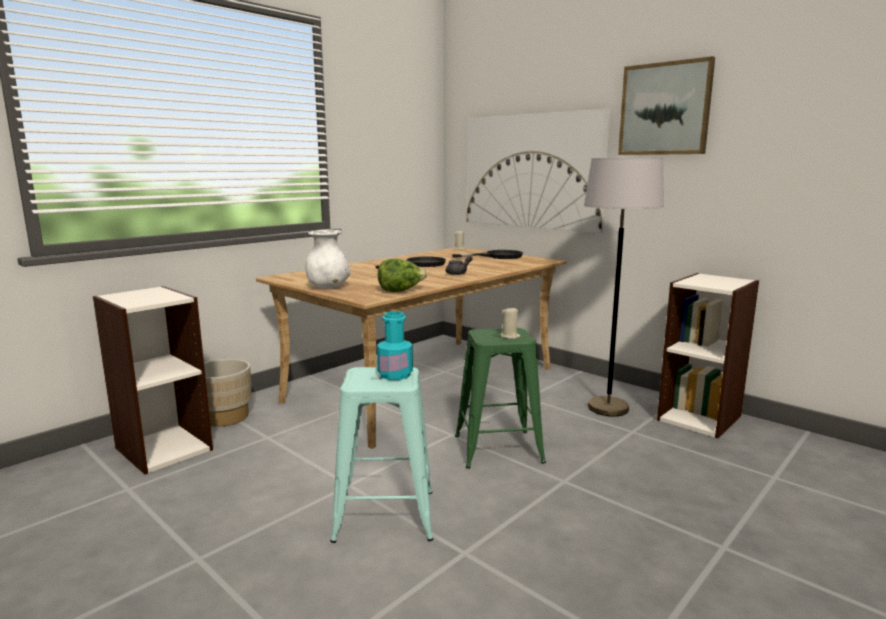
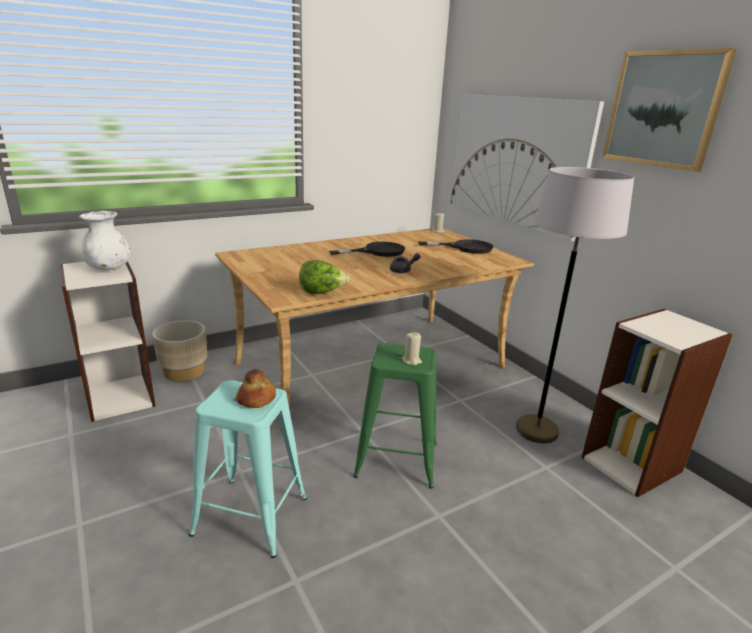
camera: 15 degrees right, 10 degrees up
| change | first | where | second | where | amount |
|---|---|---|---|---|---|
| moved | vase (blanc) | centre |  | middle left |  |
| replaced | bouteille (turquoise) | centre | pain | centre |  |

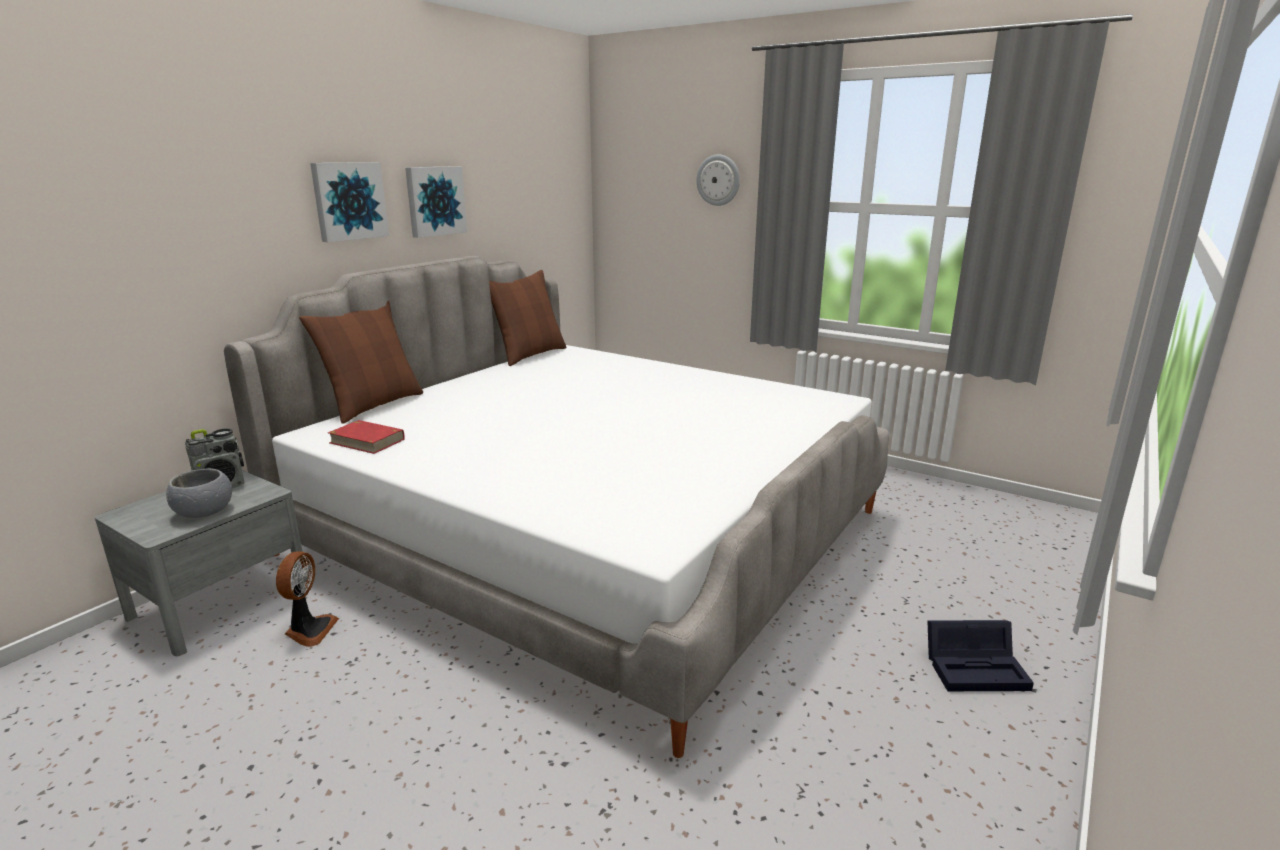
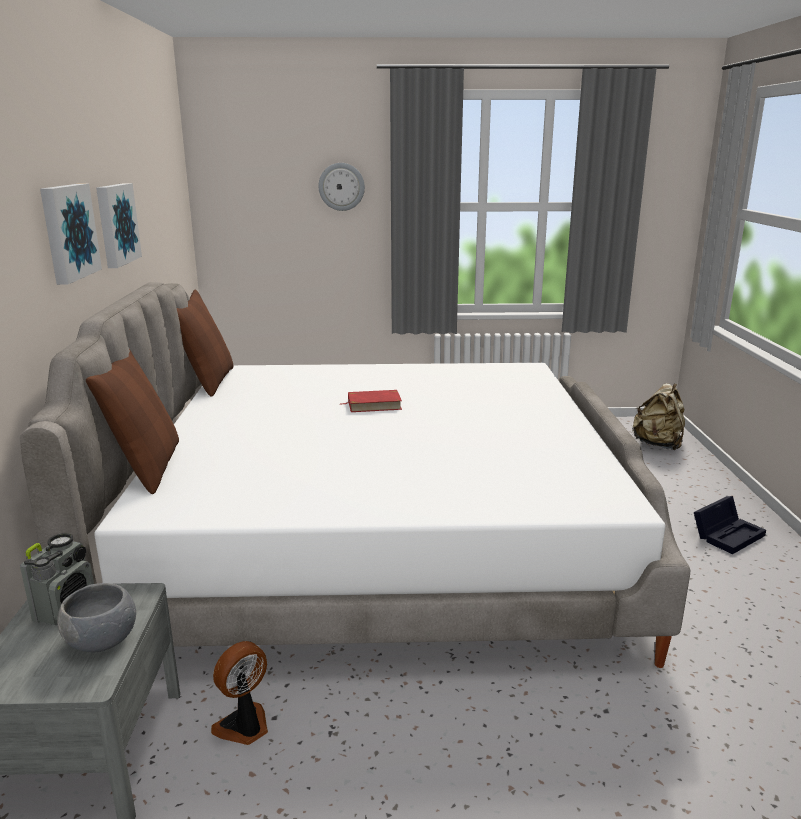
camera: 35 degrees left, 0 degrees up
| change | first | where | second | where | amount |
|---|---|---|---|---|---|
| turned | ventilateur | bottom left |  | bottom left | 105 degrees counterclockwise |
| moved | livre (rouge) | middle left |  | centre |  |
| added |  |  | sac à dos (beige) | middle right |  |

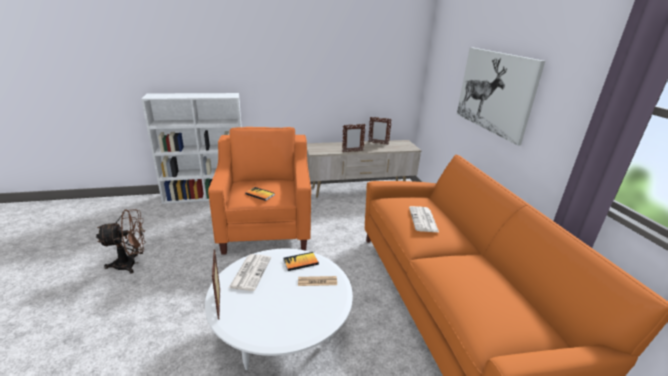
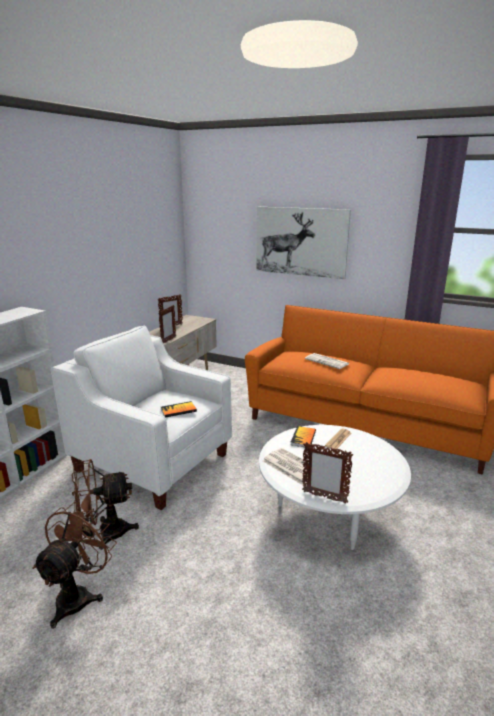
camera: 50 degrees left, 5 degrees down
| change | first | where | second | where | amount |
|---|---|---|---|---|---|
| recoloured | fauteuil (orange) | centre | fauteuil (blanc) | middle left |  |
| added |  |  | ventilateur (marron) (2nd from left) | bottom left |  |

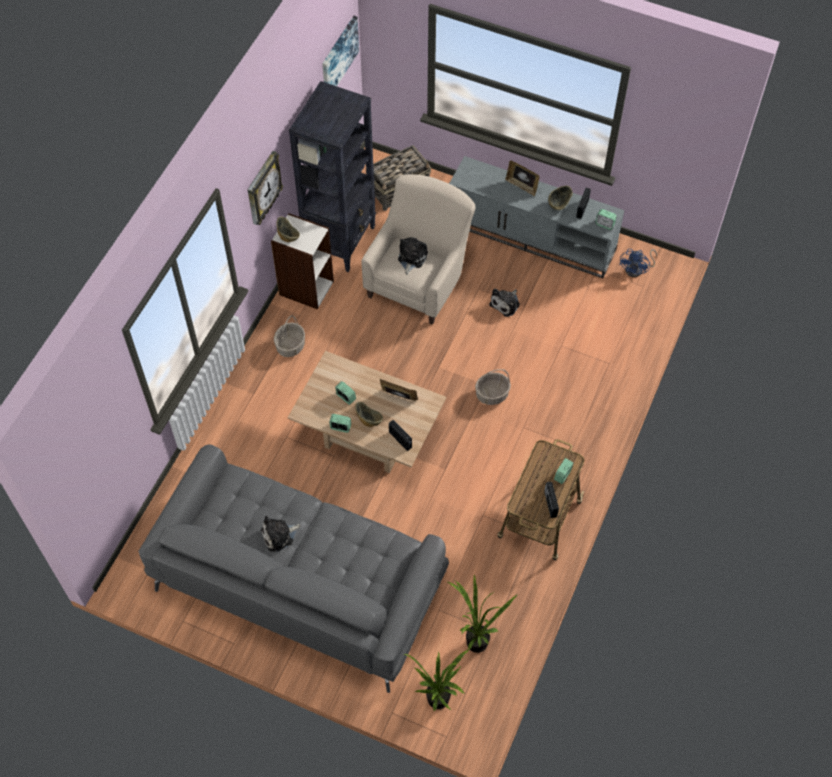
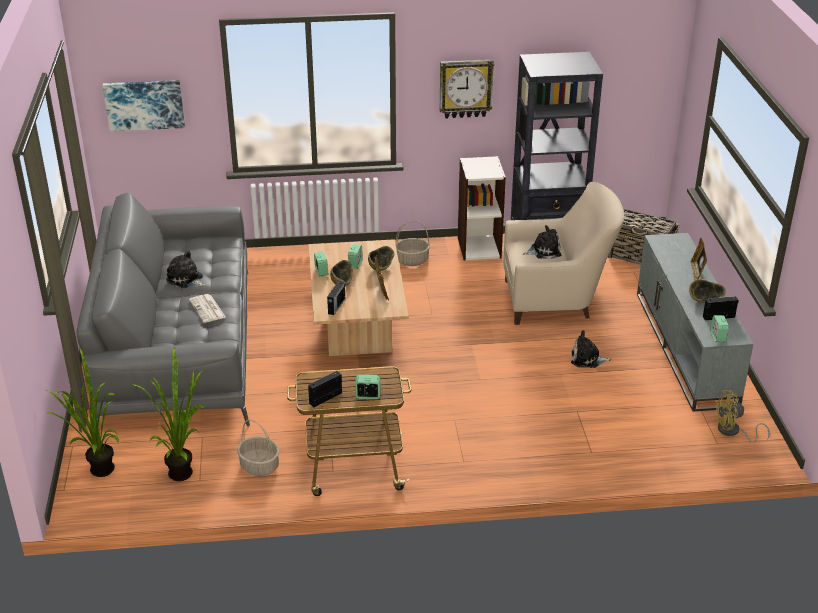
camera: 60 degrees right, 25 degrees down
| change | first | where | second | where | amount |
|---|---|---|---|---|---|
| moved | bol (1st from left in the first image) | top centre | bol (2nd from left) | centre |  |
| moved | tableau | top centre |  | top left |  |
| moved | panier (3rd from left in the first image) | centre | panier (1st from left) | bottom left |  |
| recoloured | ventilateur (bleu) | middle right | ventilateur (jaune) | bottom right |  |
| added |  |  | journal | middle left |  |

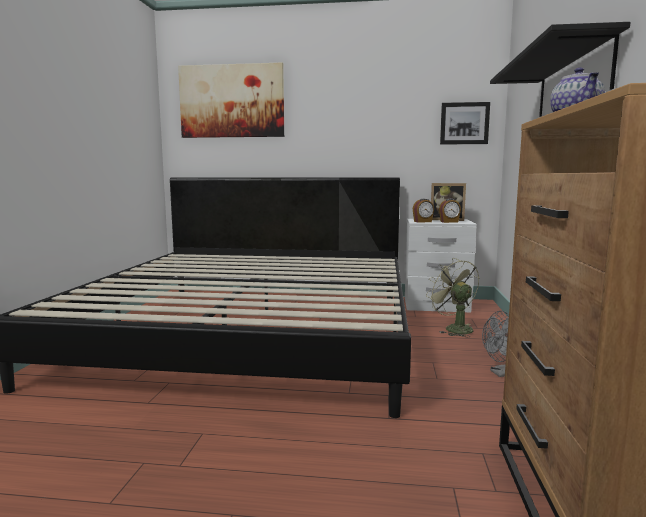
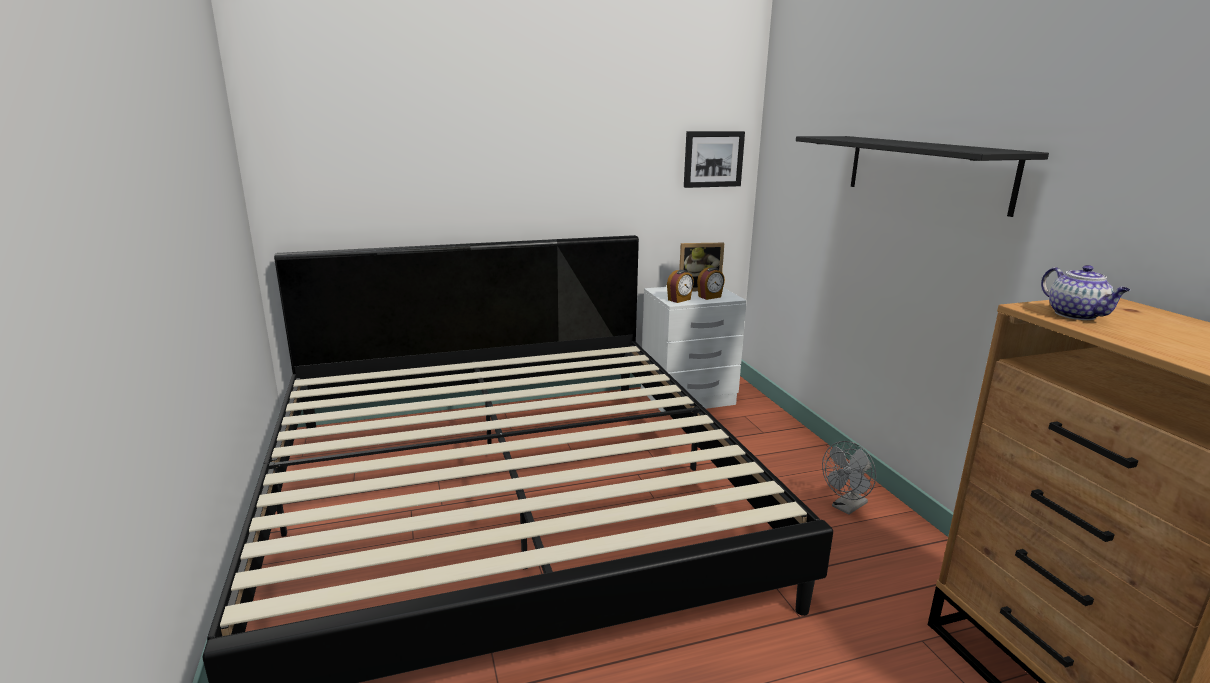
camera: 25 degrees left, 10 degrees up
| change | first | where | second | where | amount |
|---|---|---|---|---|---|
| removed | tableau (1st from left) | top centre |  |  |  |
| removed | ventilateur (vert) | middle right |  |  |  |

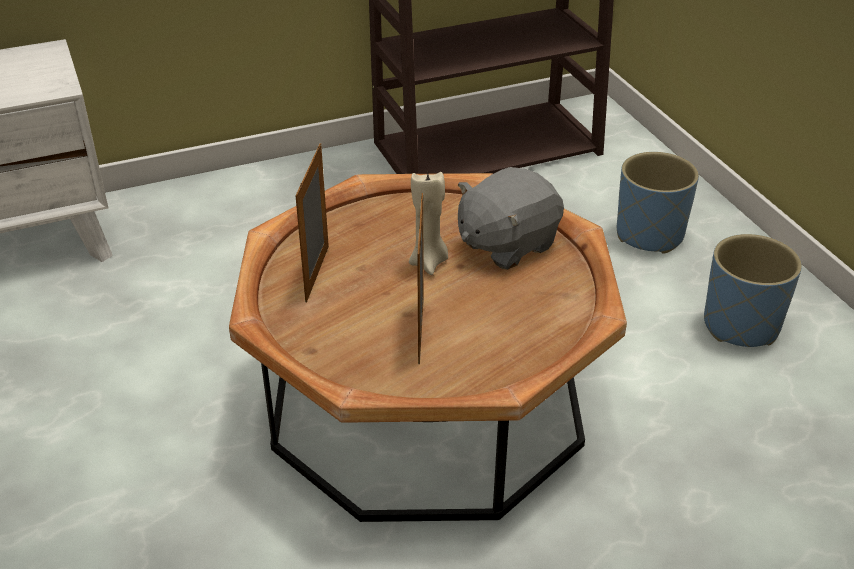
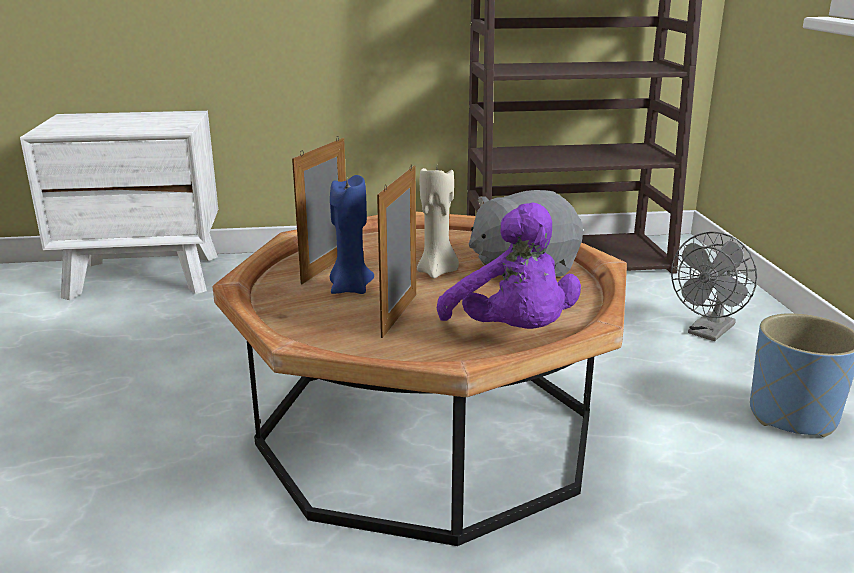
camera: 15 degrees right, 15 degrees down
| change | first | where | second | where | amount |
|---|---|---|---|---|---|
| replaced | cache-pot (bleu) (1st from left) | middle right | ventilateur (gris) | middle right |  |
| added |  |  | bougie (bleu) | centre |  |
| added |  |  | peluche (violet) | centre |  |

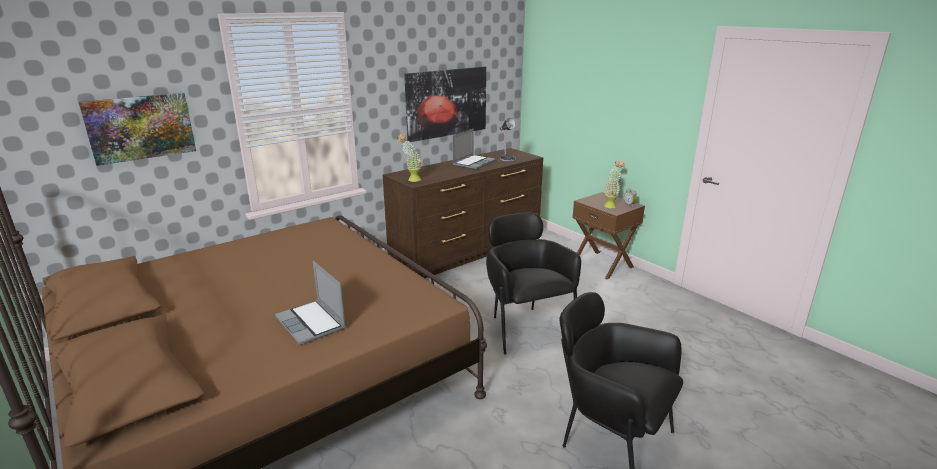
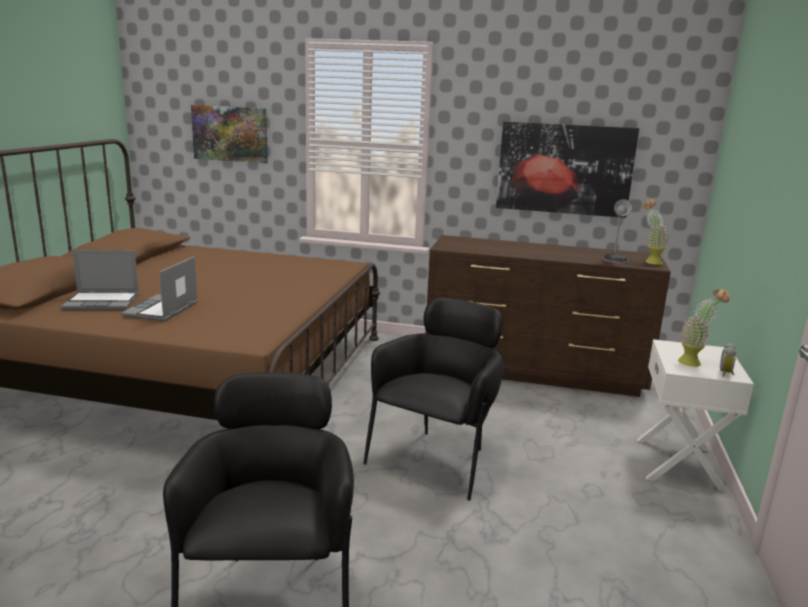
camera: 50 degrees right, 5 degrees down
| change | first | where | second | where | amount |
|---|---|---|---|---|---|
| moved | plante en pot (1st from left) | centre |  | middle right |  |
| moved | ordinateur portable (2nd from left in the first image) | top centre | ordinateur portable (1st from left) | middle left |  |
| recoloured | table de chevet (marron) | centre | table de chevet (blanc) | bottom right |  |

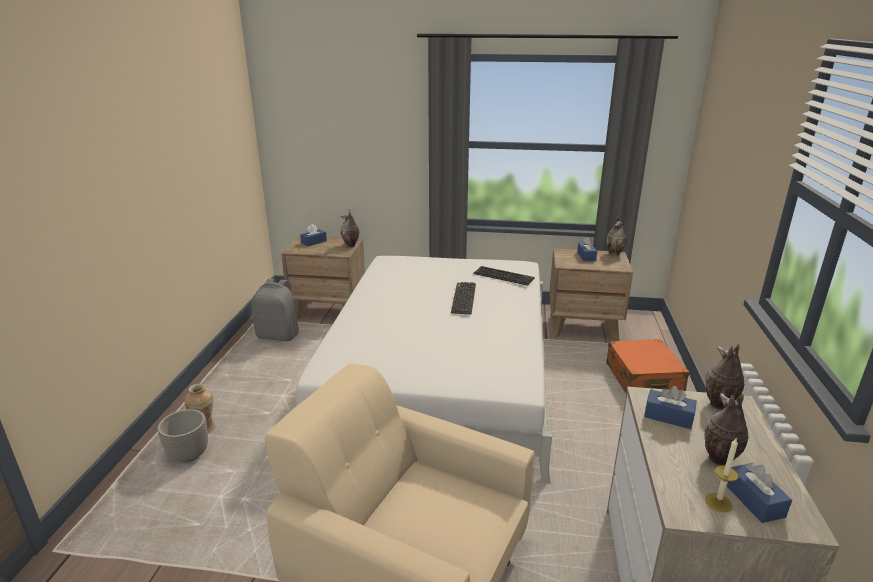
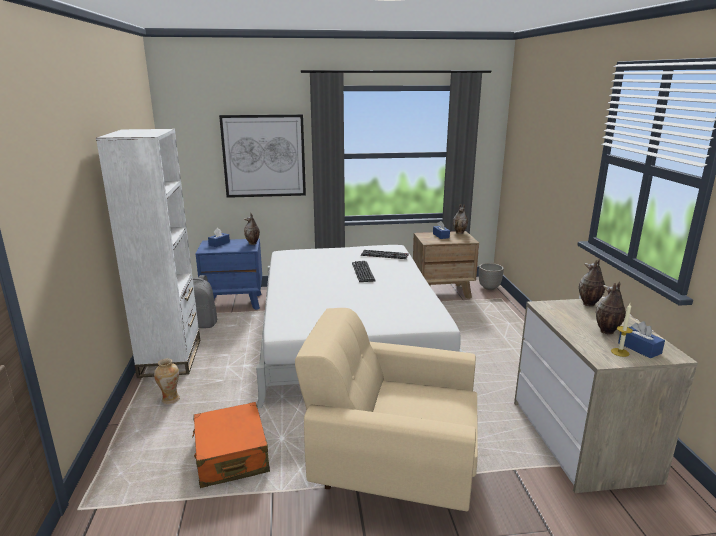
camera: 15 degrees left, 5 degrees down
| change | first | where | second | where | amount |
|---|---|---|---|---|---|
| moved | cache-pot | bottom left |  | middle right |  |
| recoloured | table de chevet (marron) (1st from left) | centre | table de chevet (bleu) | middle left |  |
| moved | valise (orange) | middle right |  | bottom left |  |
| removed | boîte à mouchoirs (bleu) (3rd from left) | bottom right |  |  |  |
| added |  |  | bibliothèque (blanc) | middle left |  |
| added |  |  | tableau | top centre |  |

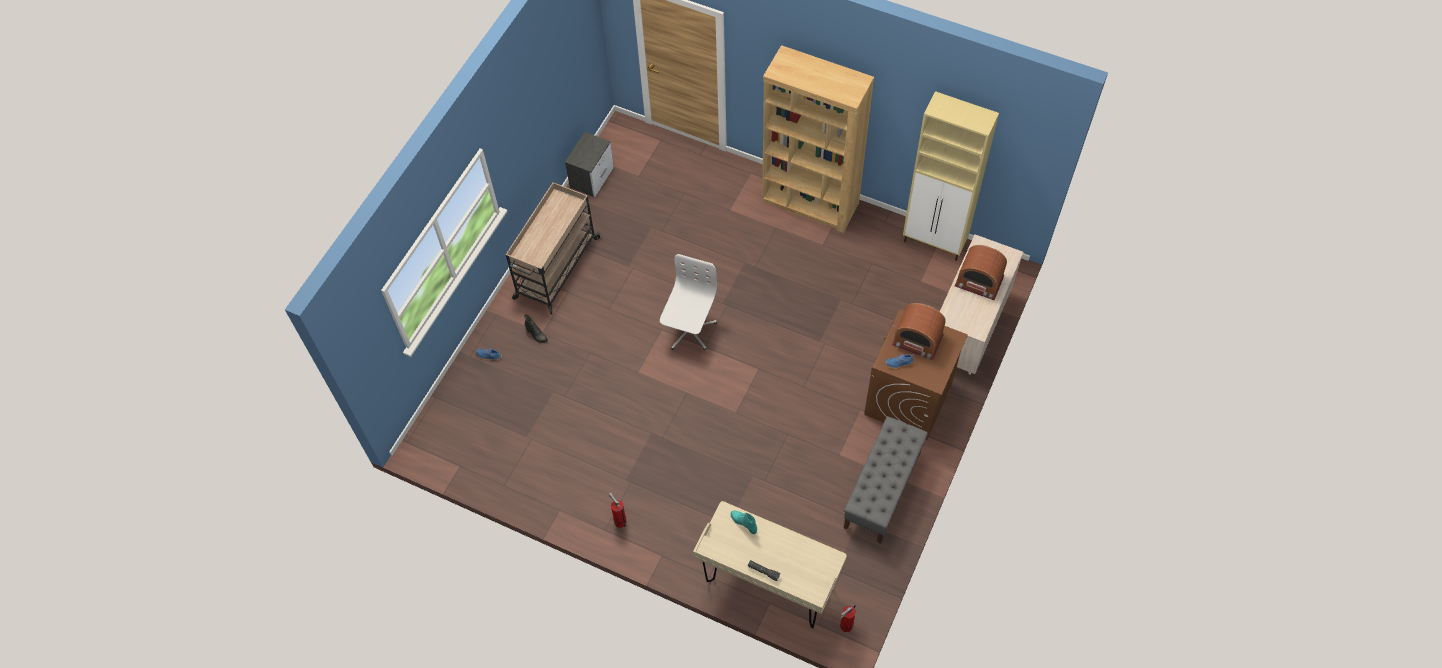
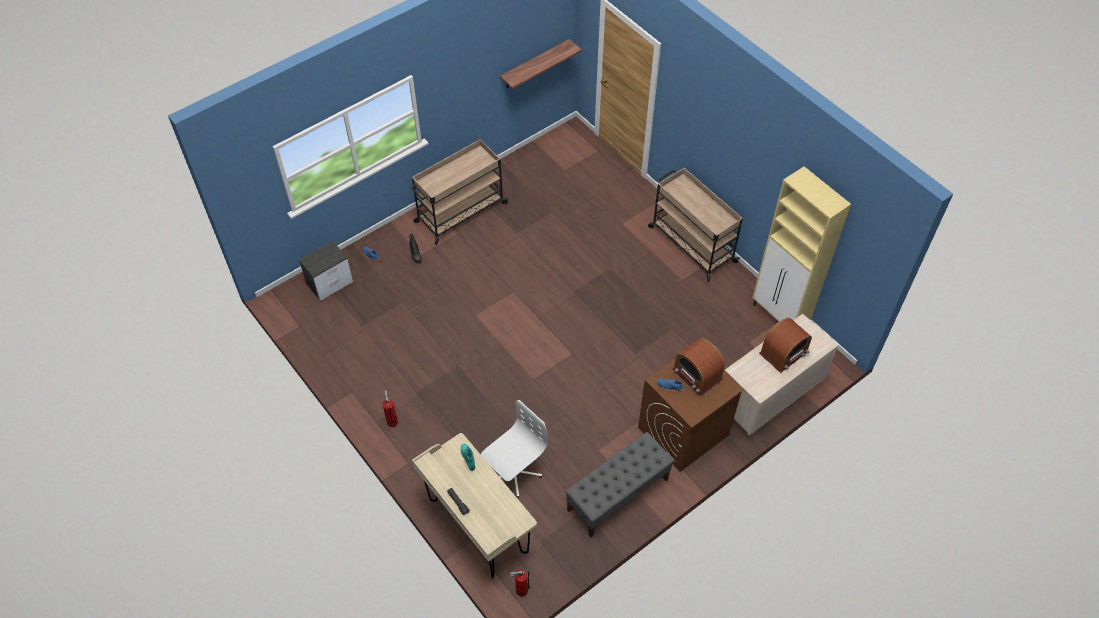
camera: 25 degrees right, 5 degrees down
| change | first | where | second | where | amount |
|---|---|---|---|---|---|
| moved | table de chevet | top centre |  | middle left |  |
| moved | chaise de bureau (blanc) | centre |  | bottom centre |  |
| replaced | bibliothèque (marron) | top centre | chariot (beige) (2nd from left) | centre |  |
| turned | radio (2nd from left) | middle right |  | middle right | 90 degrees counterclockwise |
| added |  |  | étagère | top centre |  |

